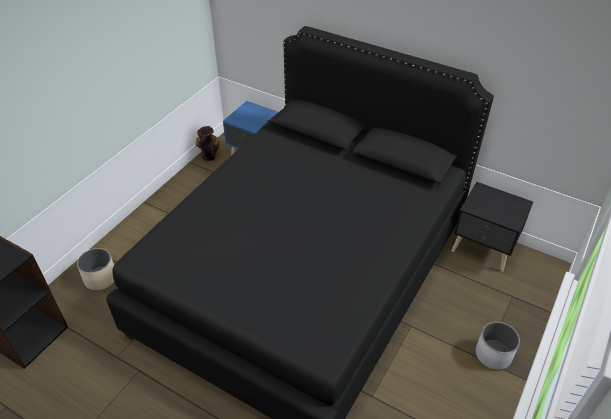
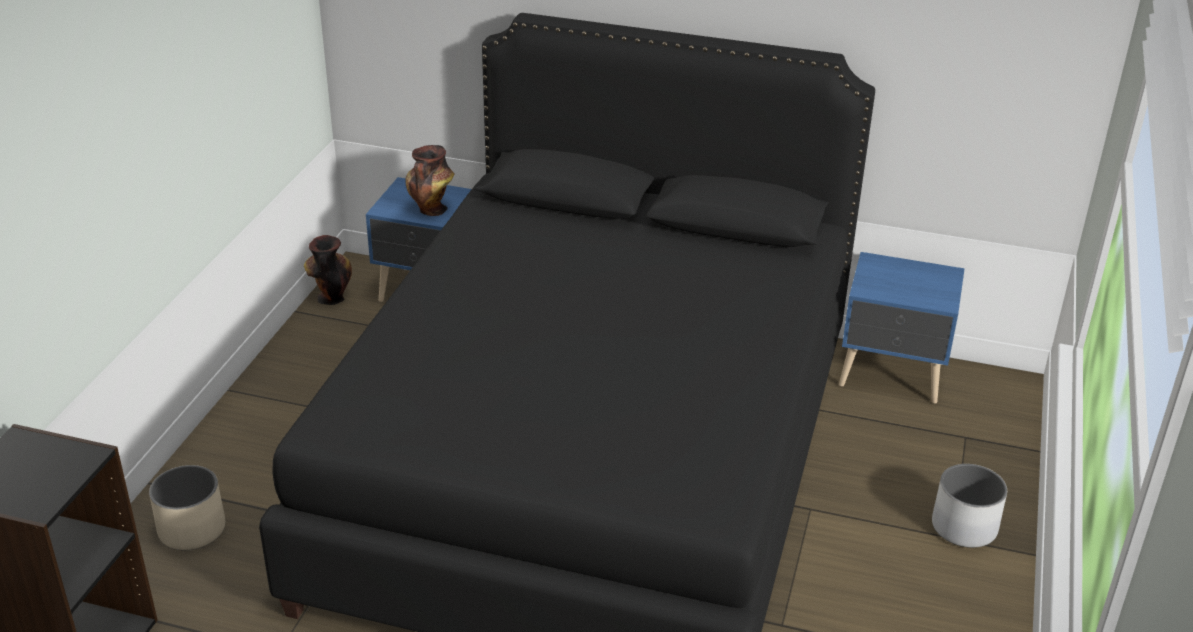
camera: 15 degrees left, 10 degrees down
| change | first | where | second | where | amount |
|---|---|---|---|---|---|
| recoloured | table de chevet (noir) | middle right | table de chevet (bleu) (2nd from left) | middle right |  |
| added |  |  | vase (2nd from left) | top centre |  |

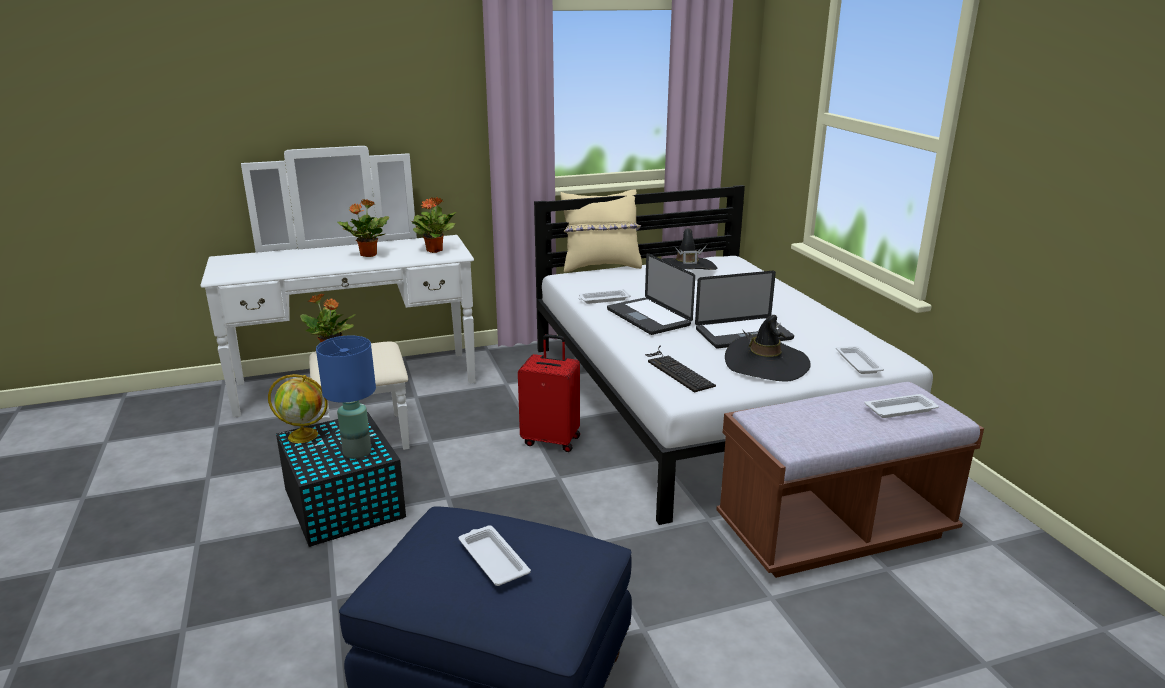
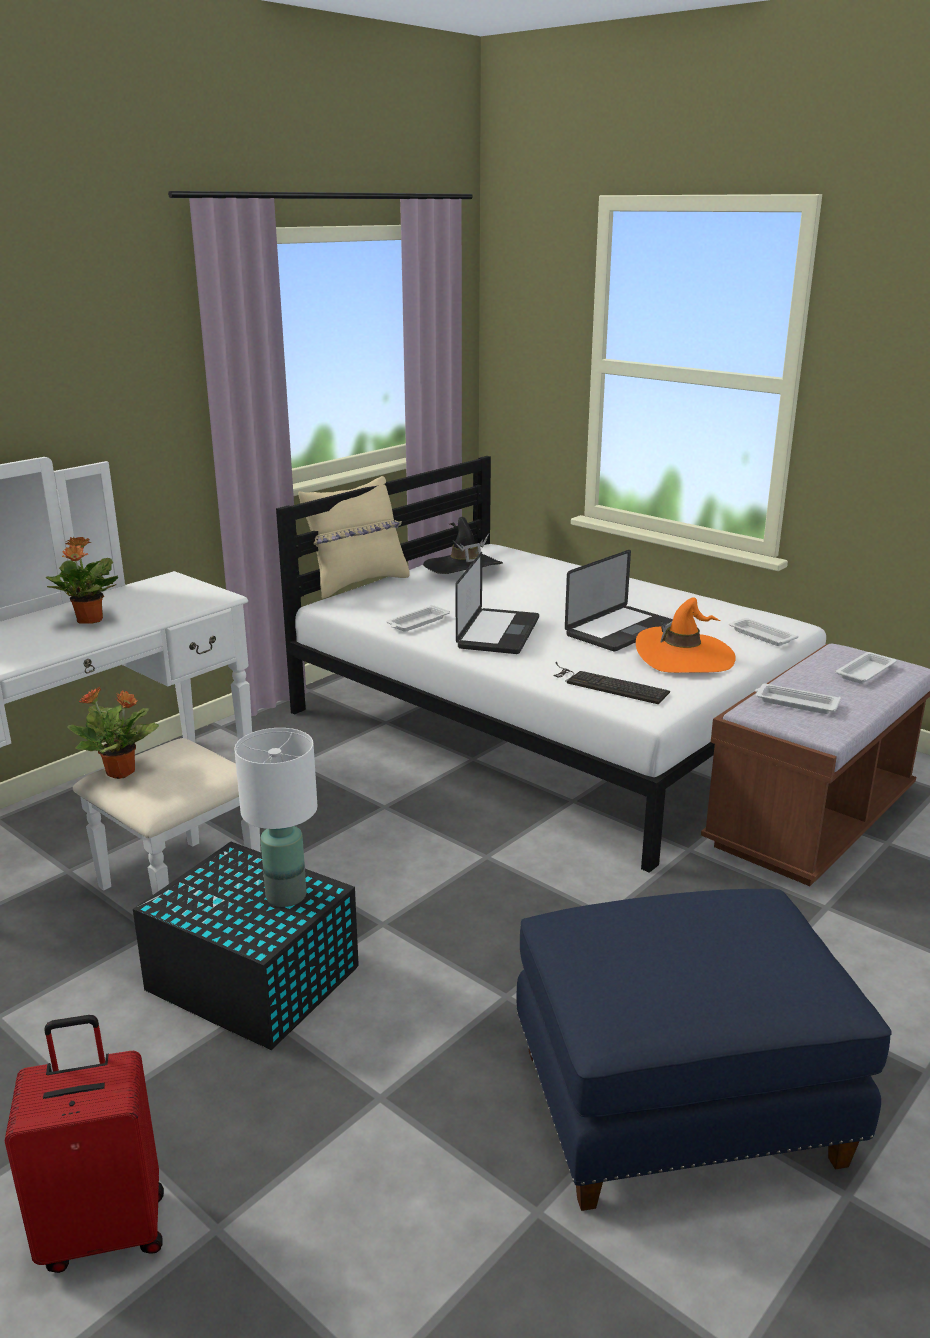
camera: 30 degrees left, 0 degrees up
| change | first | where | second | where | amount |
|---|---|---|---|---|---|
| removed | globe | middle left |  |  |  |
| recoloured | lampe de table (bleu) | middle left | lampe de table (blanc) | middle left |  |
| removed | plante en pot (3rd from left) | top centre |  |  |  |
| moved | plateau (blanc) (1st from left in the first image) | bottom centre | plateau (blanc) (3rd from left) | middle right |  |
| moved | valise (rouge) | centre |  | bottom left |  |
| turned | ordinateur portable (1st from left) | centre |  | centre | 105 degrees counterclockwise |
| recoloured | chapeau (noir) (2nd from left) | centre | chapeau (orange) | middle right |  |

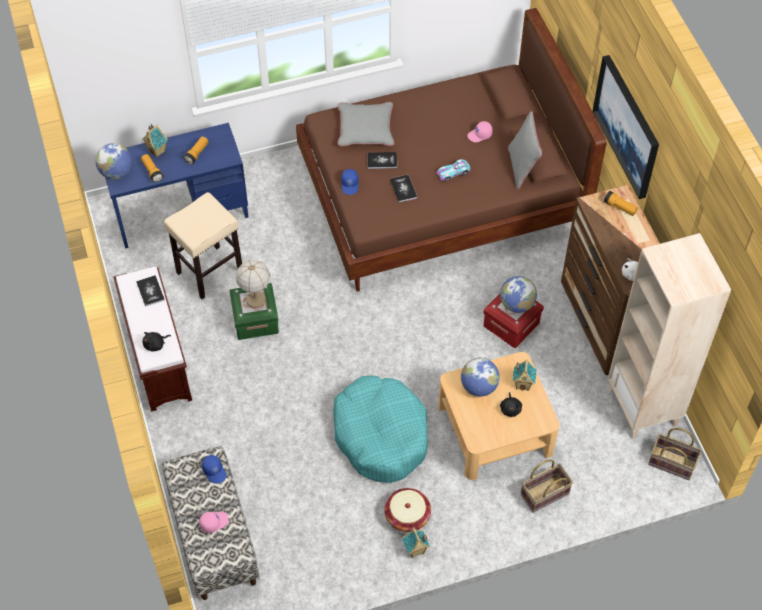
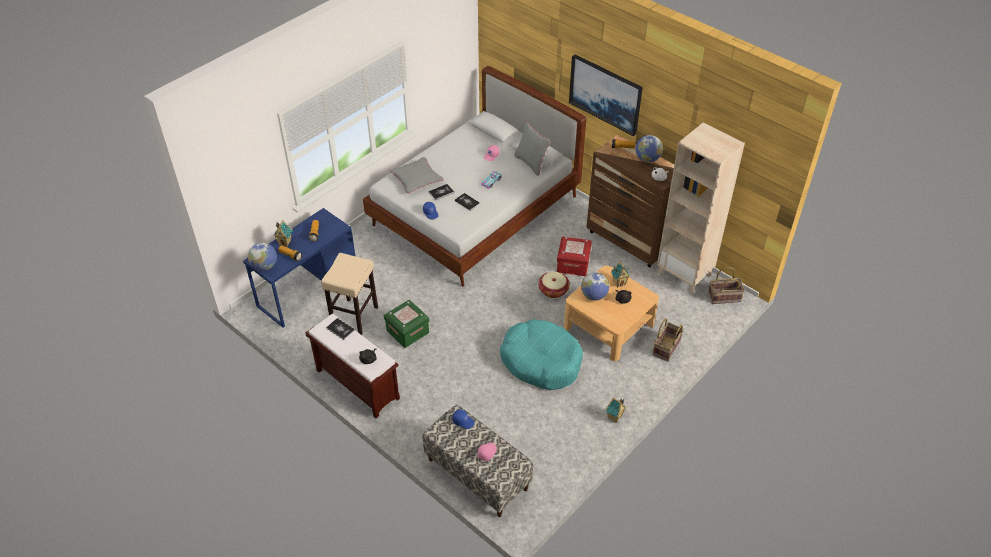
camera: 30 degrees left, 10 degrees down
| change | first | where | second | where | amount |
|---|---|---|---|---|---|
| removed | lampe de table | middle left |  |  |  |
| recoloured | lit (marron) | top centre | lit (blanc) | top centre |  |
| moved | panier (1st from left) | bottom centre |  | centre |  |
| moved | globe (3rd from left) | middle right |  | top centre |  |

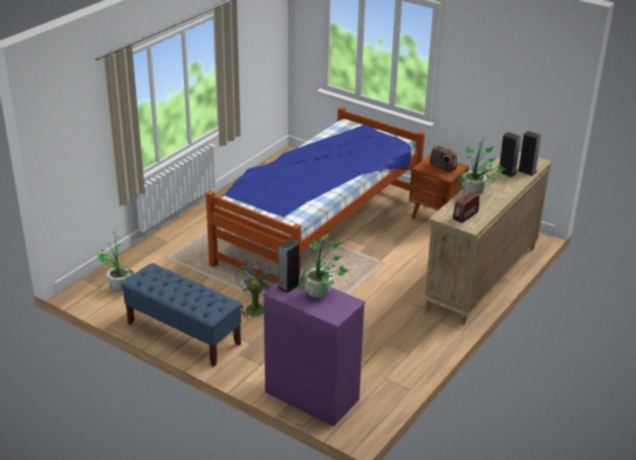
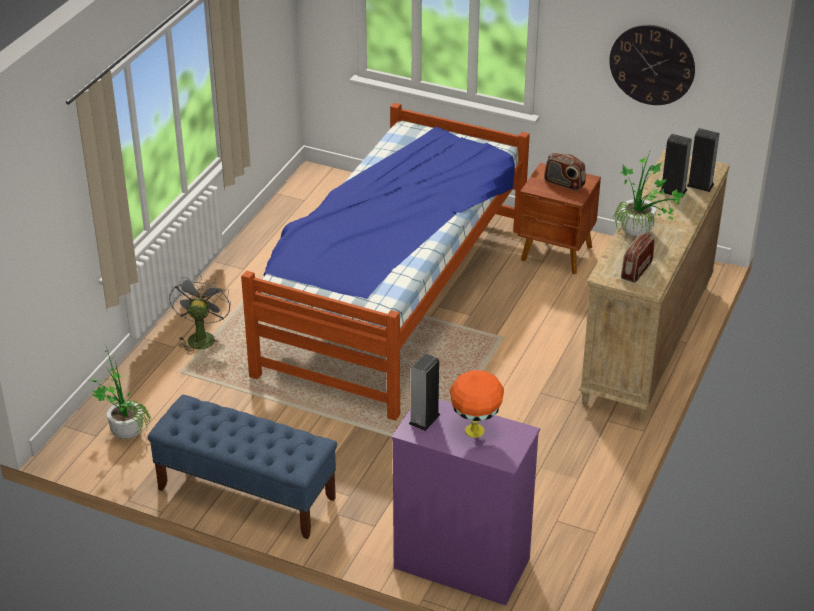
camera: 10 degrees left, 5 degrees up
| change | first | where | second | where | amount |
|---|---|---|---|---|---|
| moved | ventilateur (gris) | centre |  | middle left |  |
| replaced | plante en pot (2nd from left) | centre | lampe de table (orange) | centre |  |
| added |  |  | horloge murale | top right |  |

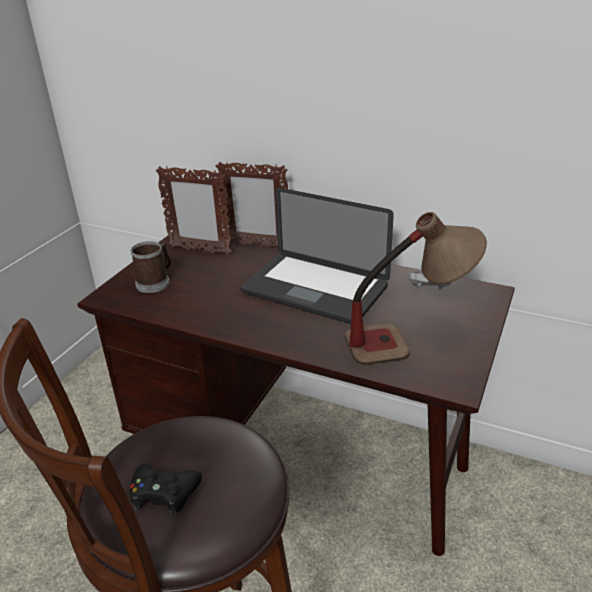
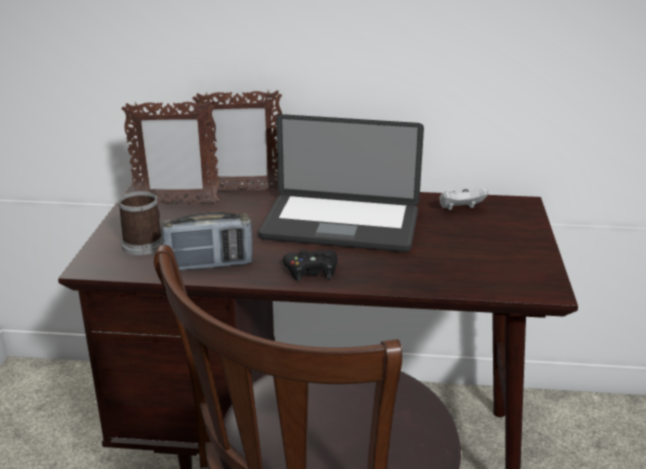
camera: 20 degrees left, 5 degrees down
| change | first | where | second | where | amount |
|---|---|---|---|---|---|
| moved | manette (noir) | bottom left |  | centre |  |
| removed | lampe de table | middle right |  |  |  |
| added |  |  | radio | middle left |  |

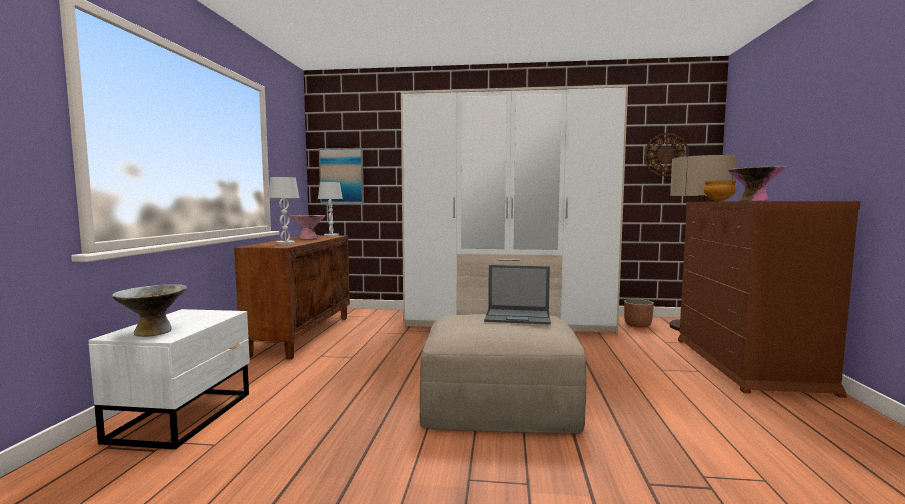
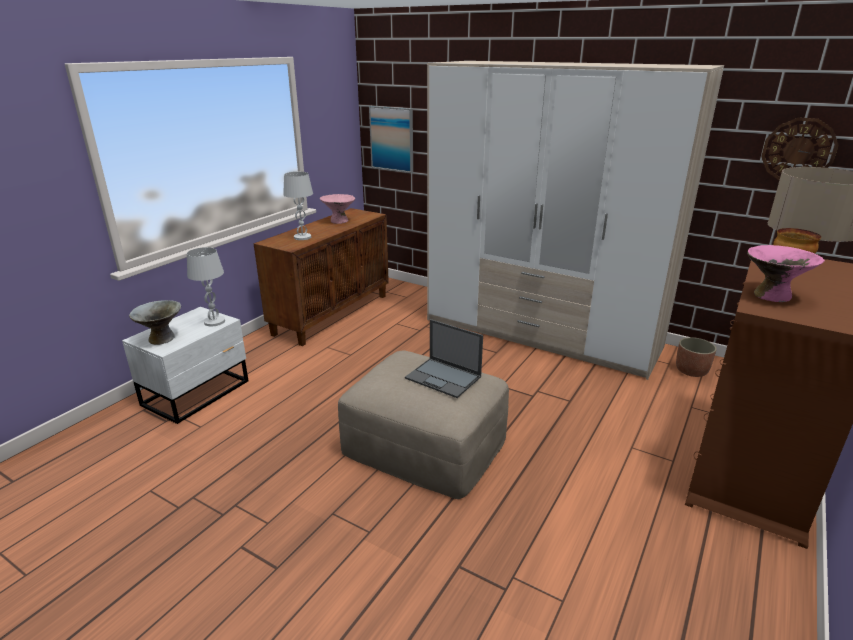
camera: 25 degrees right, 20 degrees up
| change | first | where | second | where | amount |
|---|---|---|---|---|---|
| moved | lampe de table (blanc) (2nd from left in the first image) | centre | lampe de table (blanc) (1st from left) | middle left |  |

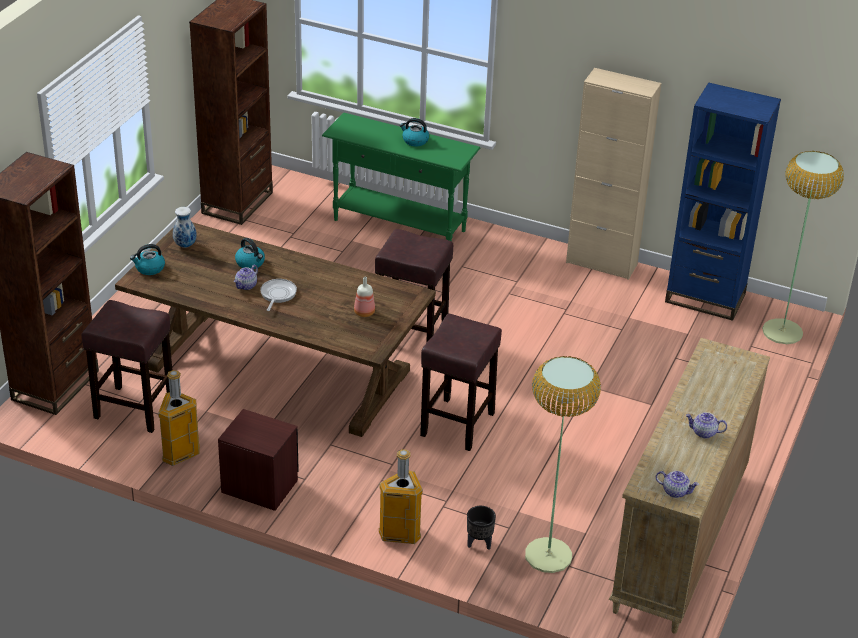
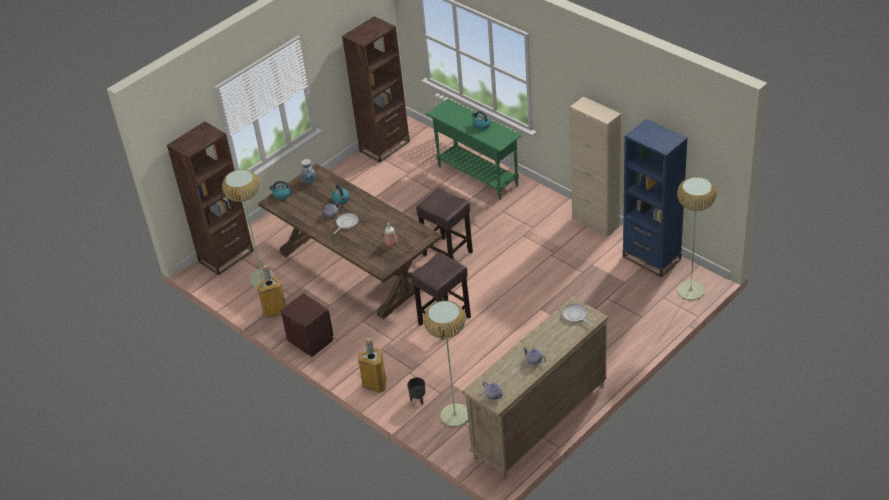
camera: 25 degrees right, 5 degrees up
| change | first | where | second | where | amount |
|---|---|---|---|---|---|
| replaced | tabouret (marron) (1st from left) | middle left | lampadaire (1st from left) | middle left |  |
| added |  |  | poêle (2nd from left) | centre |  |

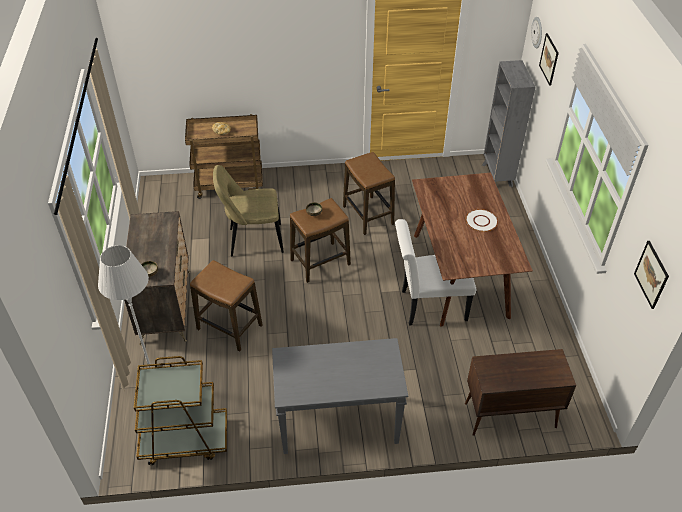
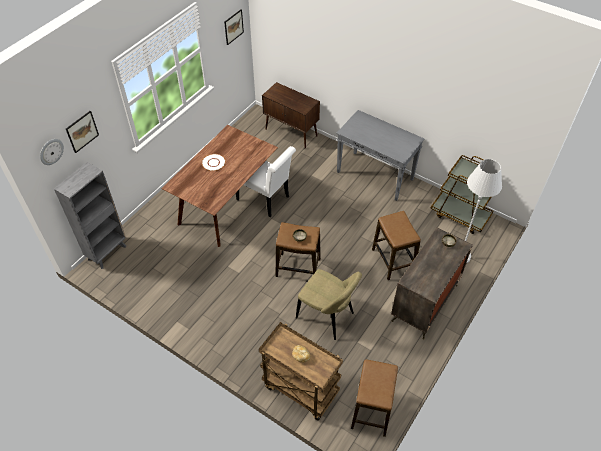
camera: 140 degrees left, 5 degrees up
| change | first | where | second | where | amount |
|---|---|---|---|---|---|
| moved | tabouret (3rd from left in the first image) | centre | tabouret (2nd from left) | bottom centre |  |

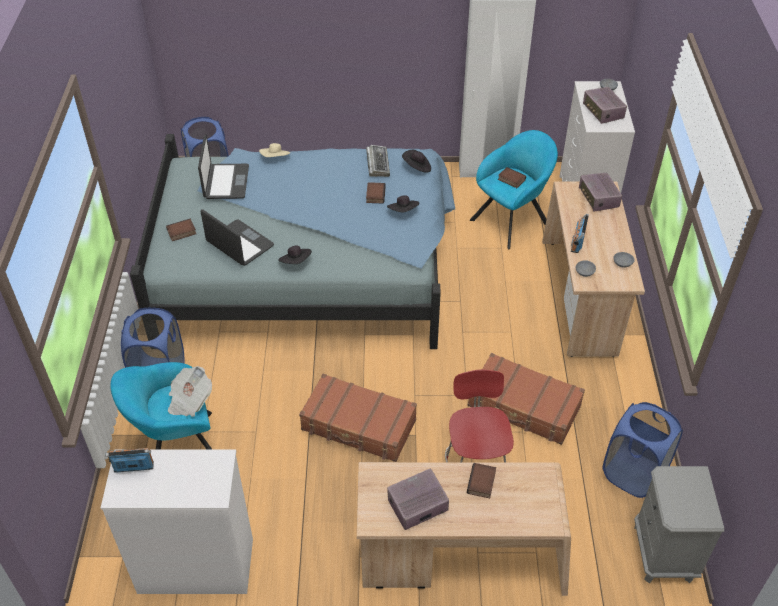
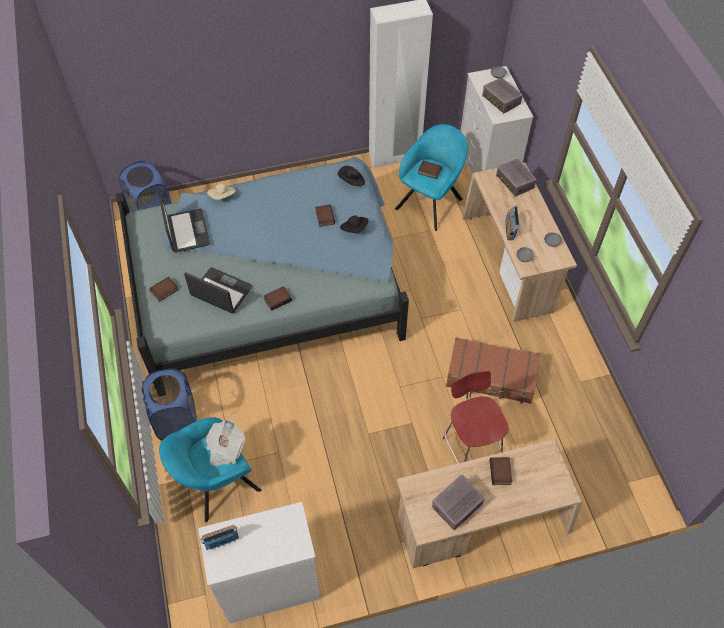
camera: 15 degrees left, 10 degrees up
| change | first | where | second | where | amount |
|---|---|---|---|---|---|
| replaced | chapeau (noir) (1st from left) | centre | livre (2nd from left) | centre |  |
| removed | valise (marron) (1st from left) | bottom centre |  |  |  |
| removed | clavier | top centre |  |  |  |
| removed | panier à linge (bleu) (3rd from left) | bottom right |  |  |  |
| removed | table de chevet (gris) | bottom right |  |  |  |

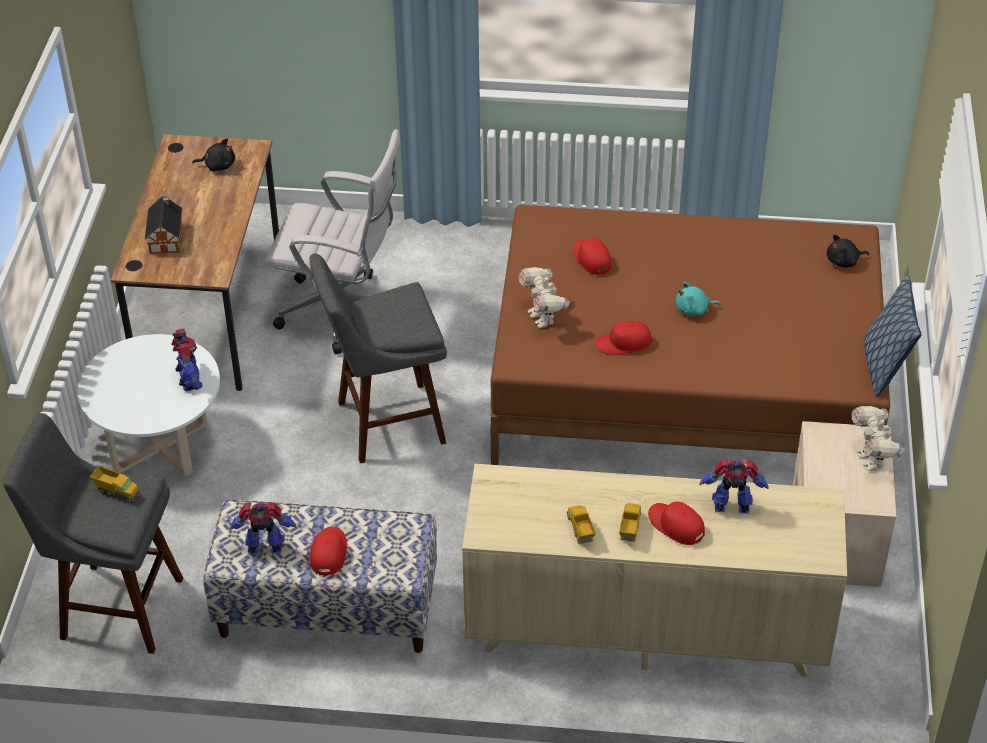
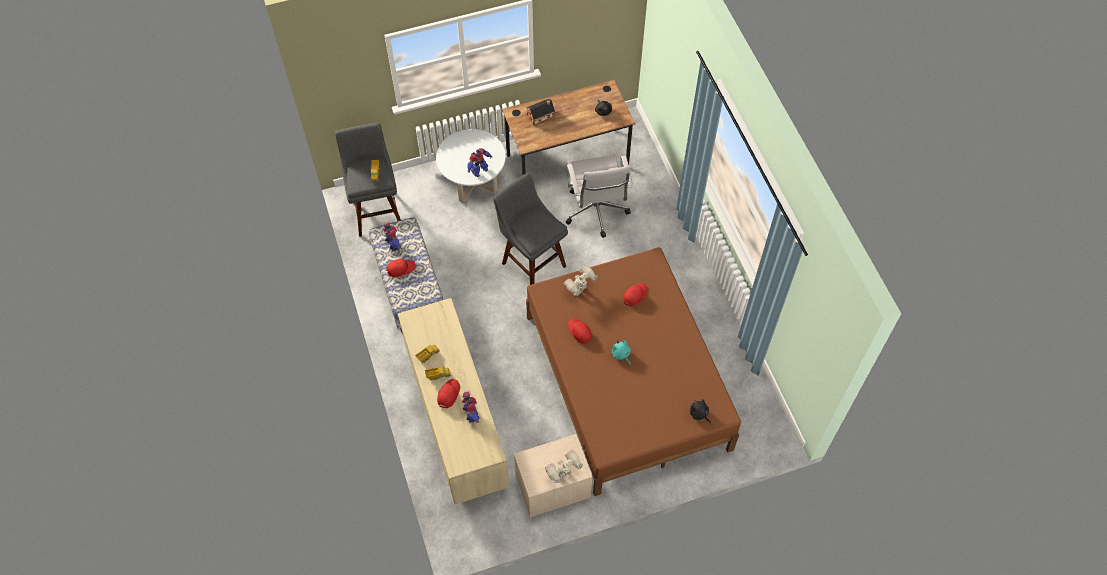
camera: 65 degrees right, 15 degrees up
| change | first | where | second | where | amount |
|---|---|---|---|---|---|
| removed | coussin | middle right |  |  |  |

